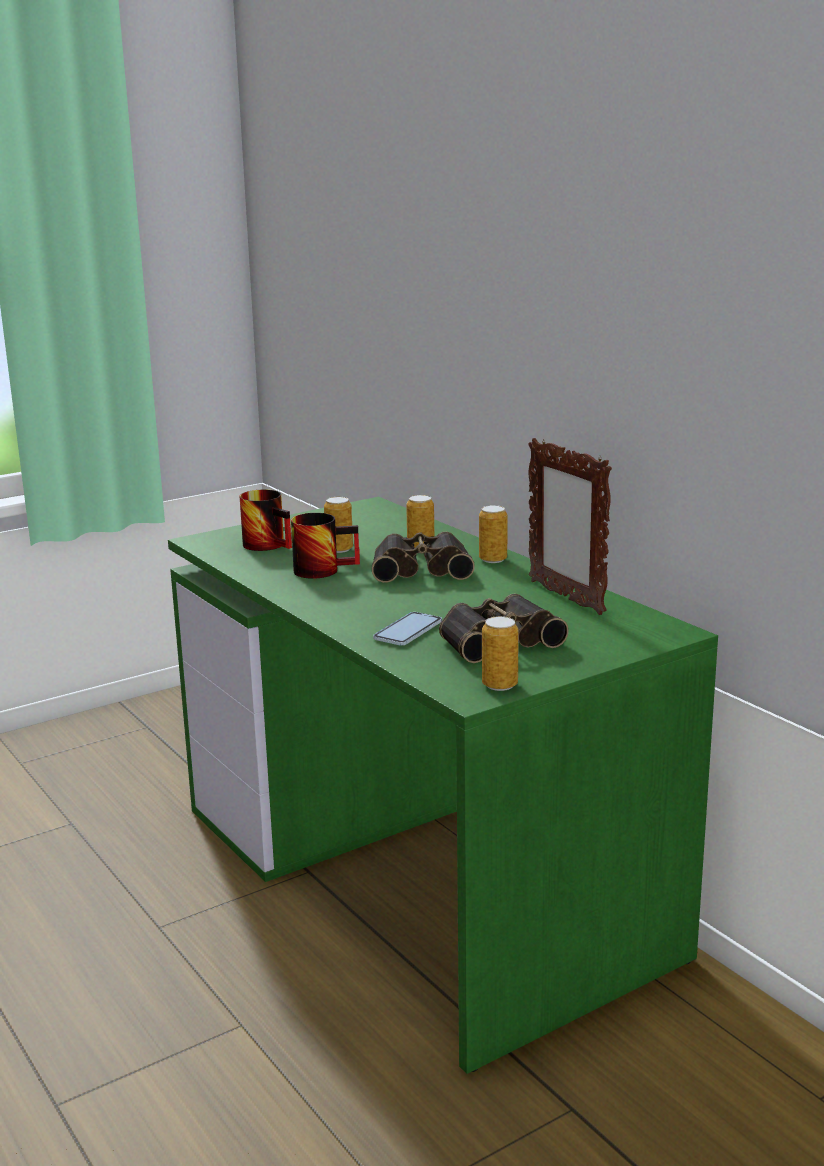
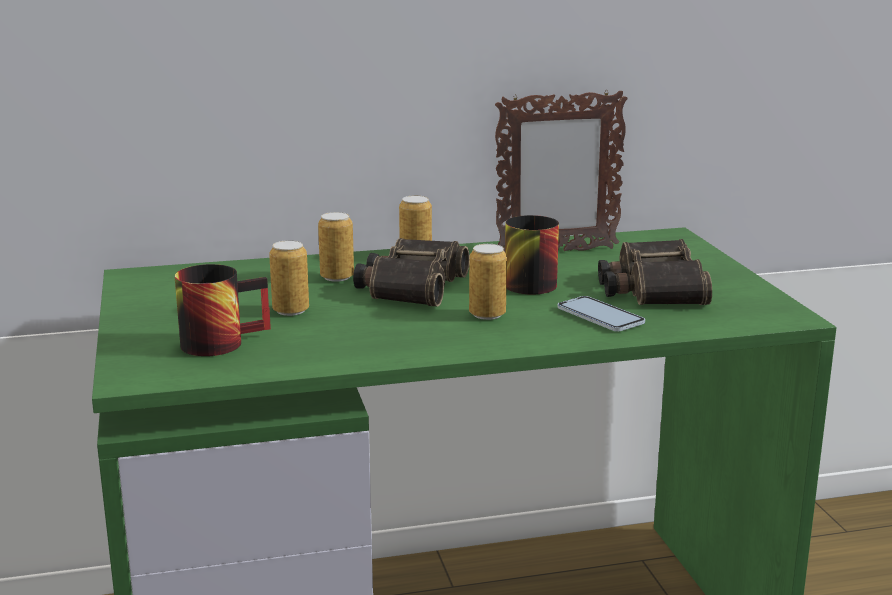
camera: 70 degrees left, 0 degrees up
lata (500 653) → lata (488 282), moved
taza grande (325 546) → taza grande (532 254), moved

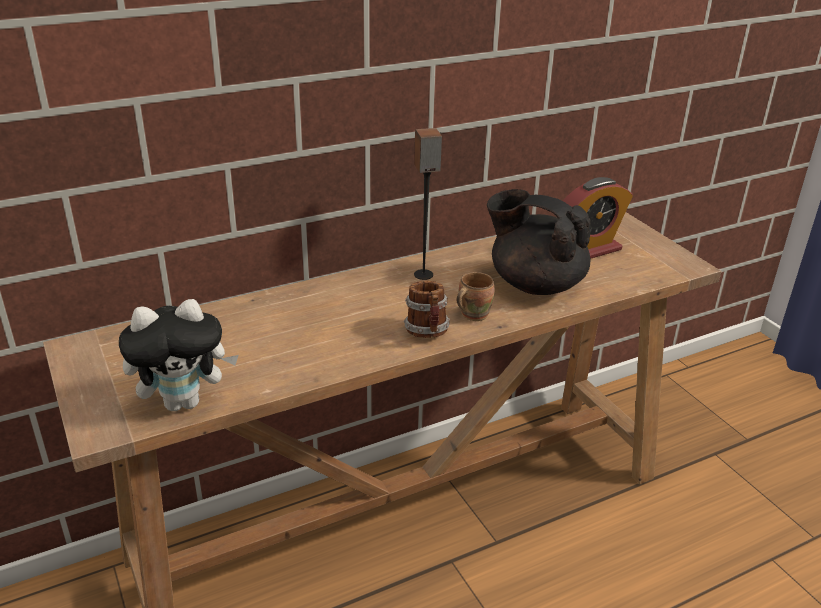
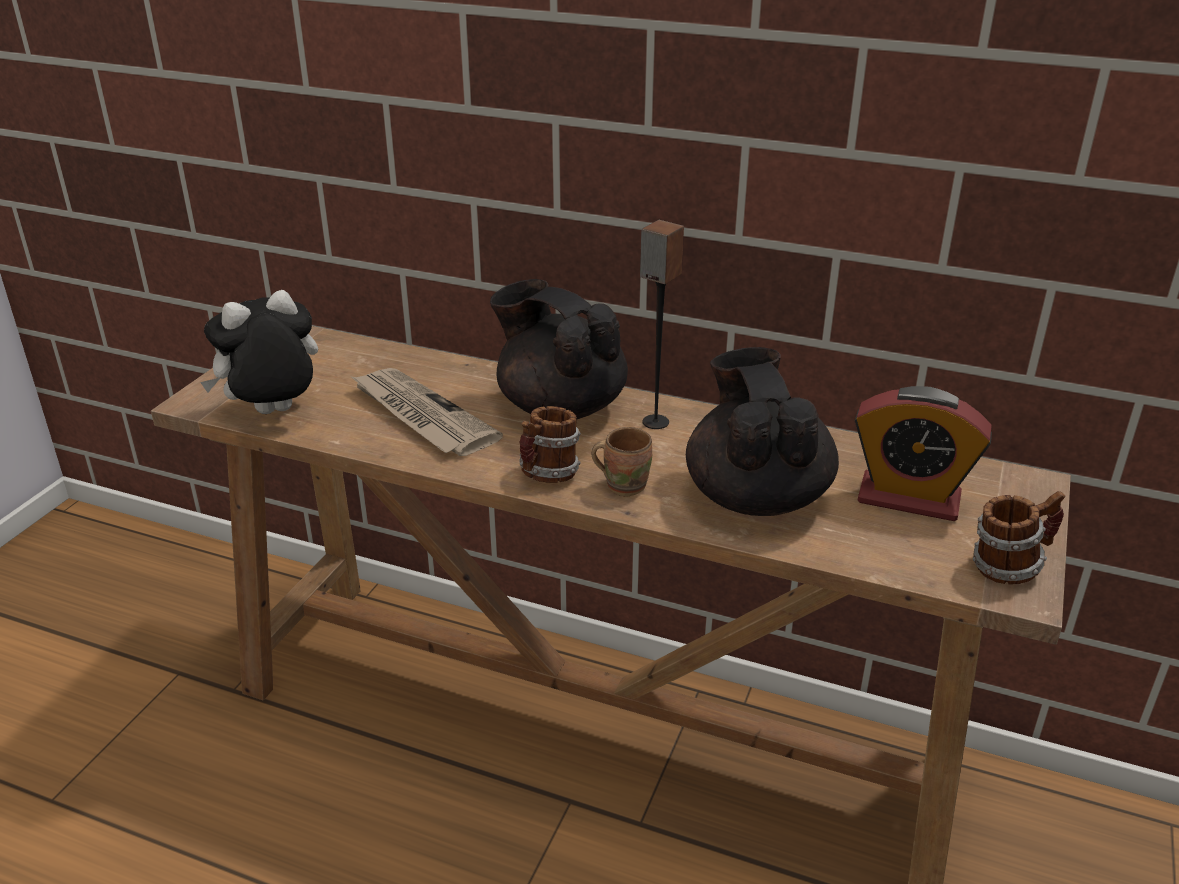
camera: 50 degrees right, 0 degrees up
peluche (178 355) → peluche (259 352), 120 degrees clockwise
- → periódico (426 412)
- → tetera/negro (559 349)
- → taza grande (1019 537)

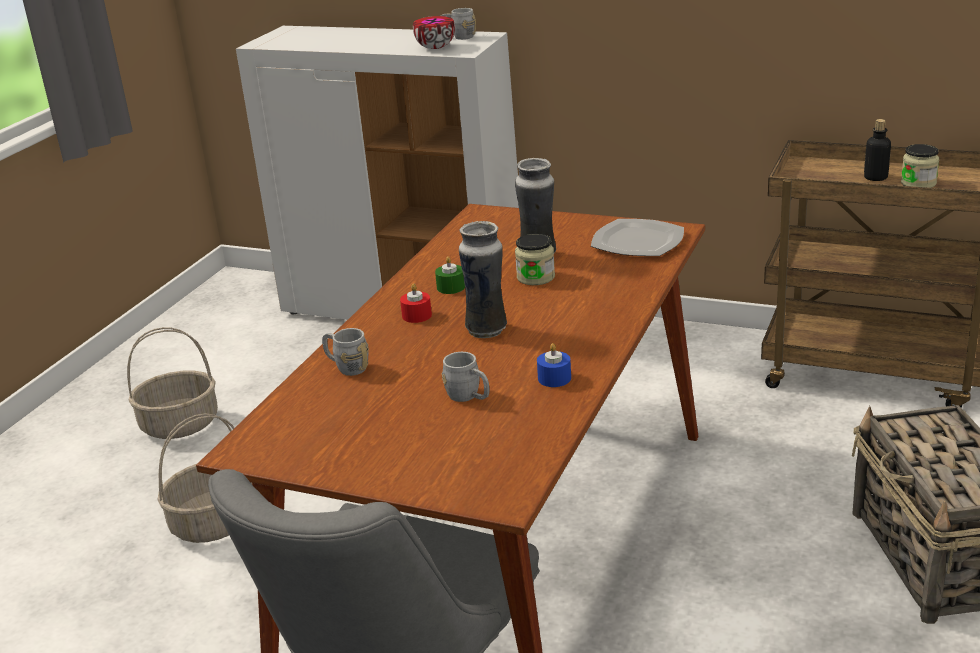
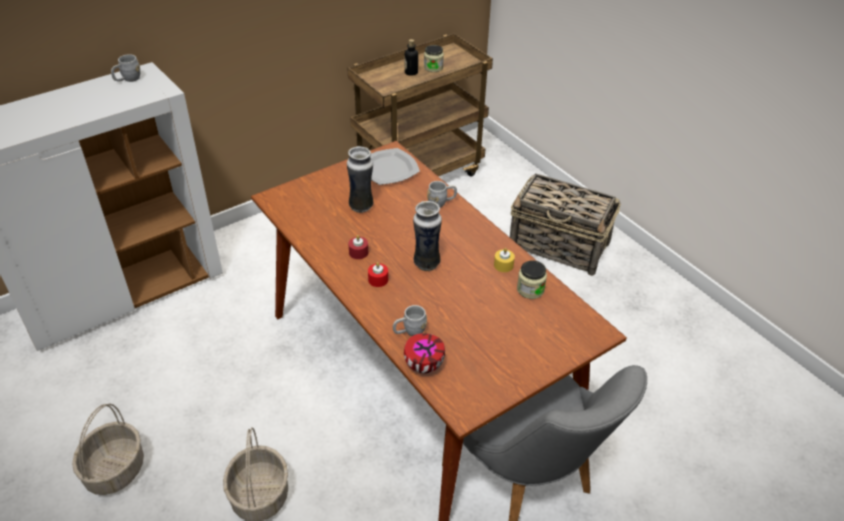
camera: 60 degrees left, 15 degrees up
vela/verde (450 275) → vela/rojo (358 247)
cuenco (434 32) → cuenco (424 353), moved
taza grande/gris (466 377) → taza grande/gris (442 194), moved
vela/azul (554 365) → vela/amarillo (504 260)
tarro (535 259) → tarro (532 279), moved

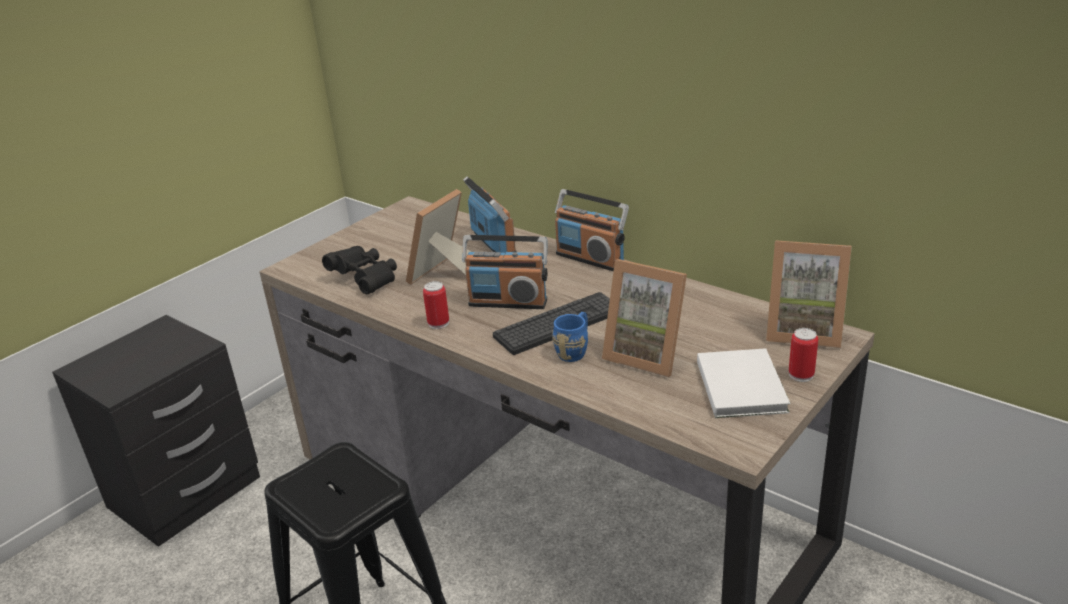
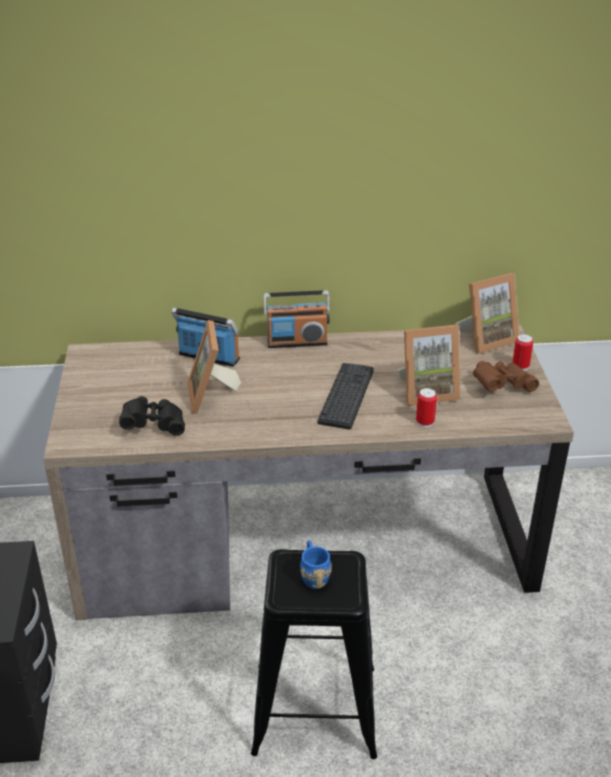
camera: 45 degrees left, 5 degrees up
taza grande/azul (570 337) → taza grande/azul (316 565), moved
lata (436 305) → lata (426 407), moved
libro/blanco (743 383) → prismáticos/marrón (506 376)
radio (504 272) → -

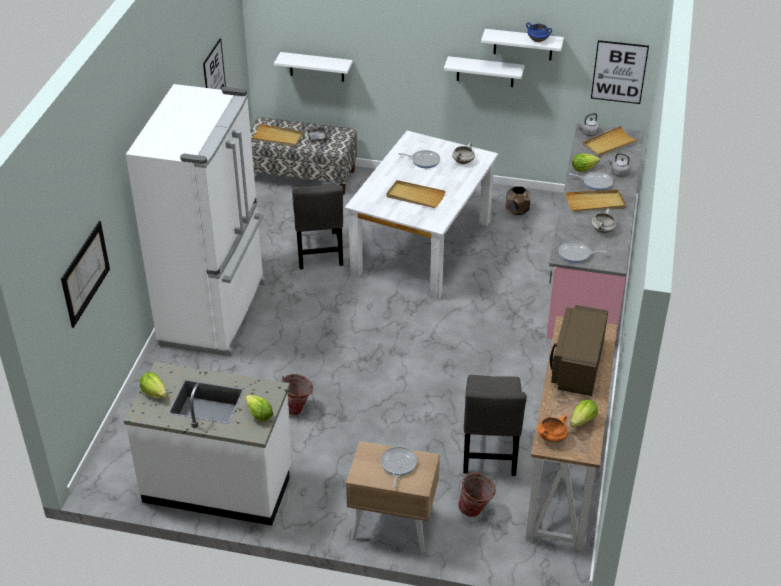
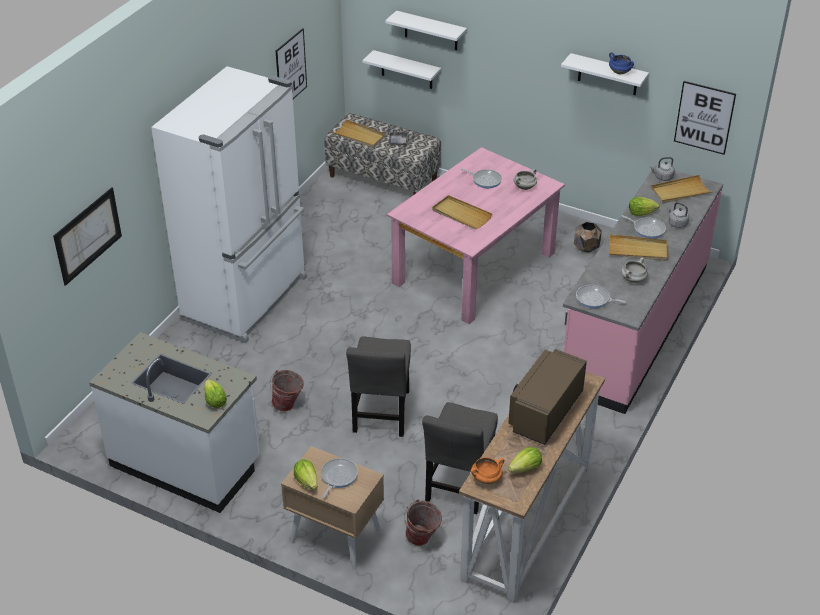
camera: 15 degrees right, 0 degrees up
lechuga (153 385) → lechuga (305 474), moved
silla/gris (317 226) → silla/gris (378 387), moved
estante/blanco (484 71) → estante/blanco (426 30), moved
mesa de comedor/blanco (421 215) → mesa de comedor/rosa (476 235)

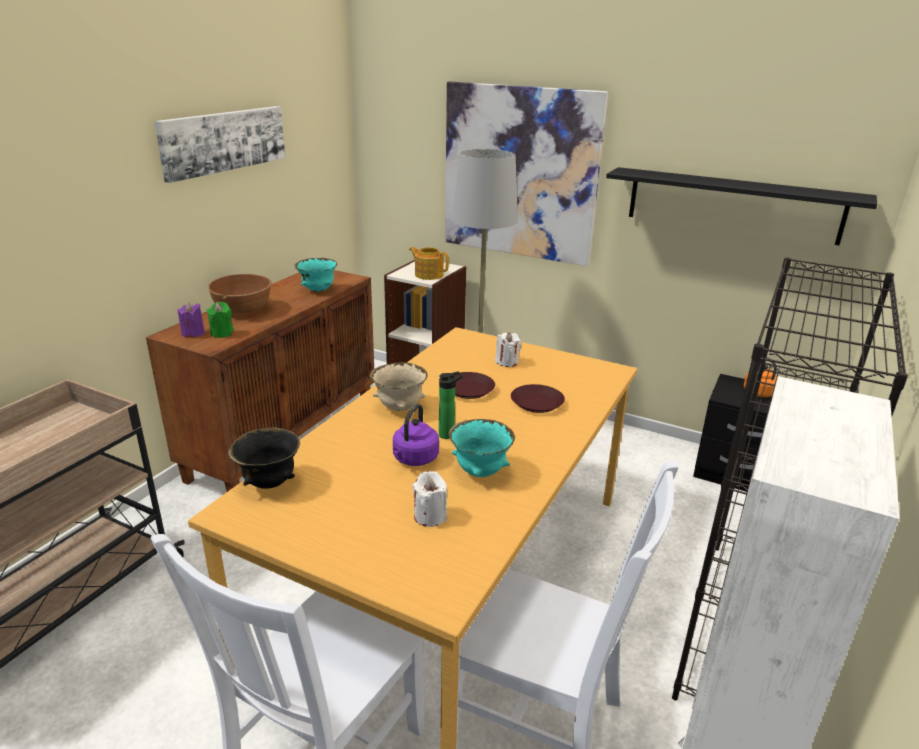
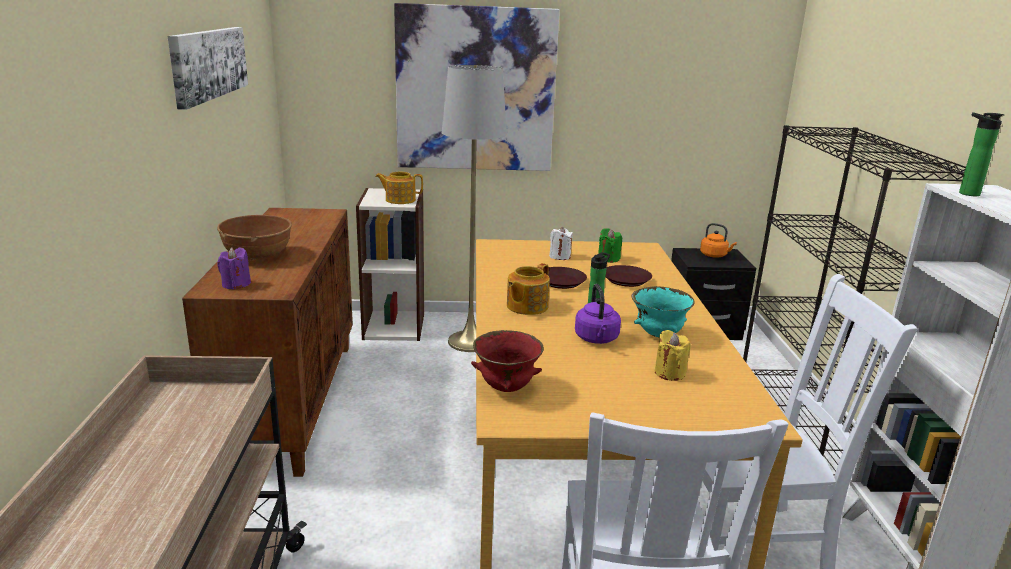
camera: 30 degrees left, 5 degrees down
cuenco/negro (264 458) → cuenco/rojo (507 361)
cuenco/beis (398 386) → tetera (528 289)
vela/verde (220 320) → vela/verde (610 245), moved
vela/blanco (429 499) → vela/amarillo (673 355)
- → botella (982 154)
cuenco/turquesa (315 275) → -
estante/negro (741 206) → -

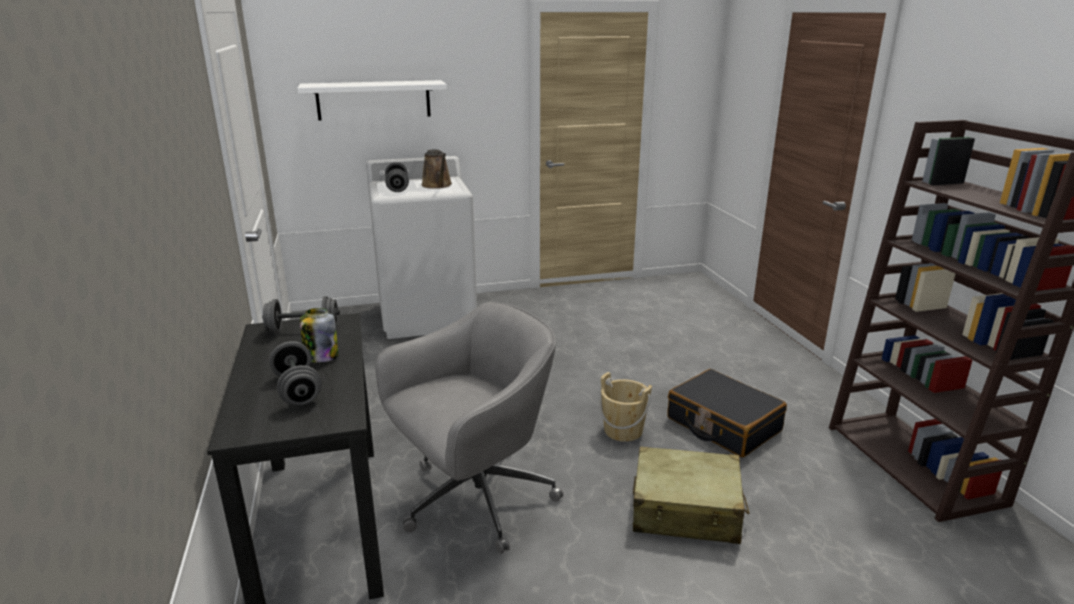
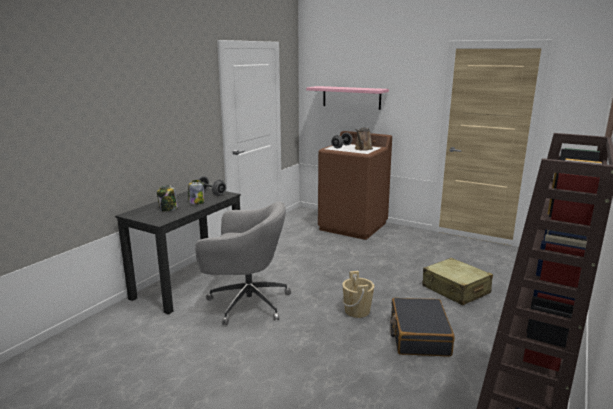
camera: 45 degrees right, 5 degrees down
mancuerna/gris (295 373) → tarro (167 198)
estante/blanco (372 100) → estante/rosa (347 98)
lavadora/blanco (421 247) → lavadora/marrón (355 185)
maleta/beis (691 495) → maleta/beis (458 281), moved

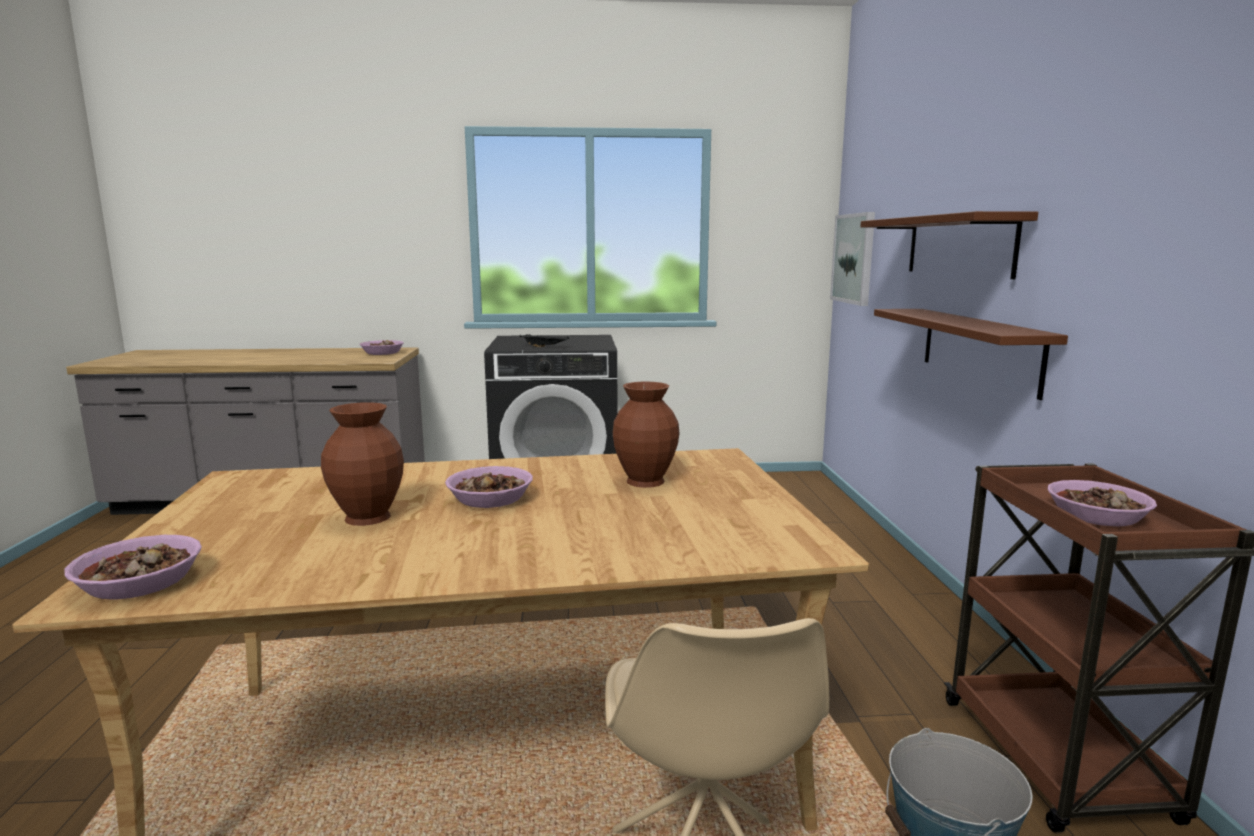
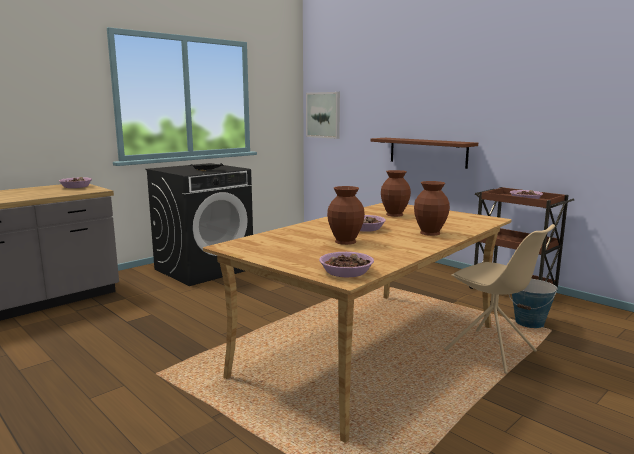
camera: 40 degrees left, 0 degrees up
- → florero/marrón (432 208)
estante/marrón (949 245) → -

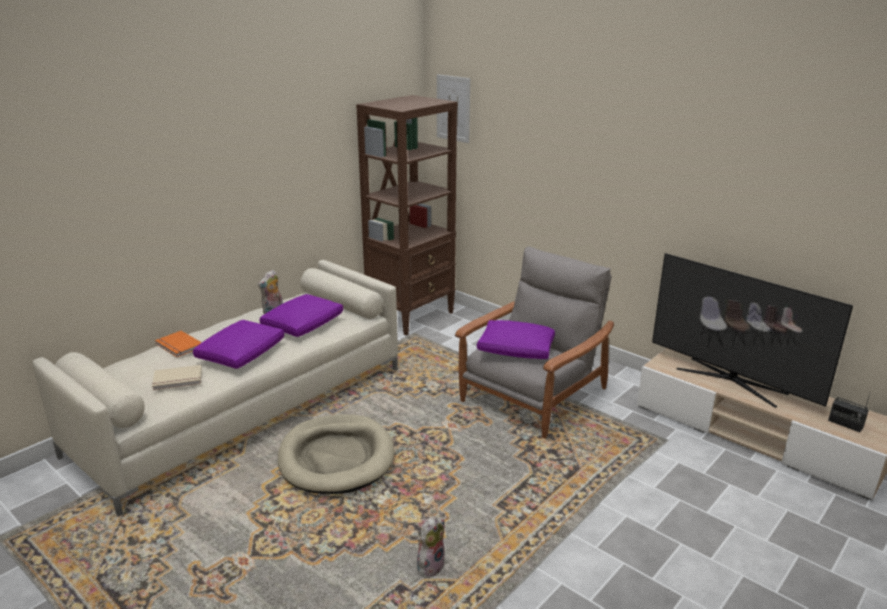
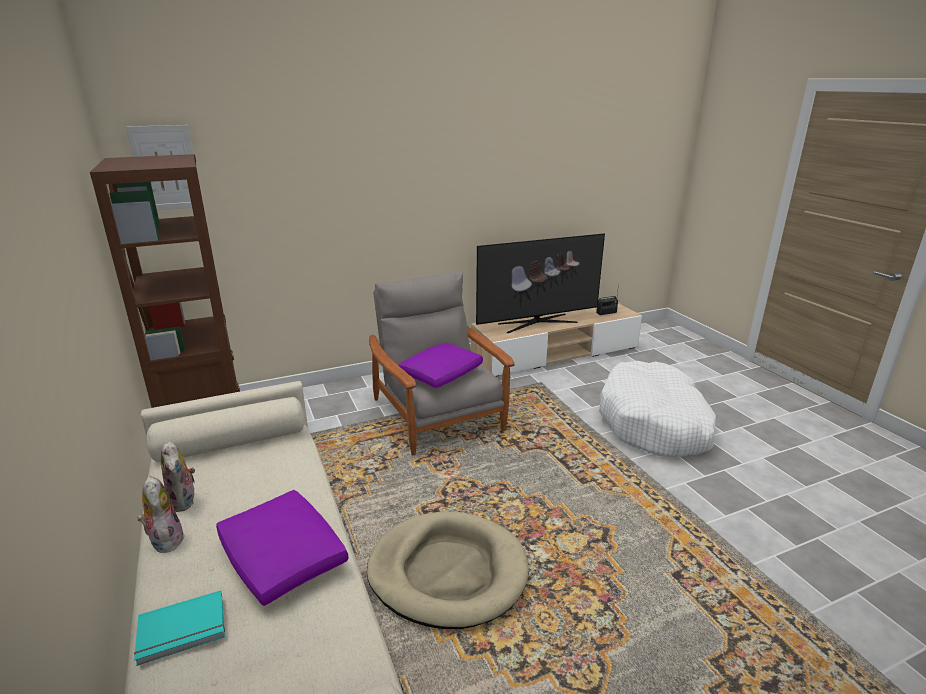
camera: 65 degrees left, 0 degrees up
libro/naranja (178 344) → libro/turquesa (179 628)
peluche (431 548) → peluche (160 514), moved
- → cama para perro/blanco (657 409)
libro/beis (177 377) → -
cojín/morado (301 315) → -

